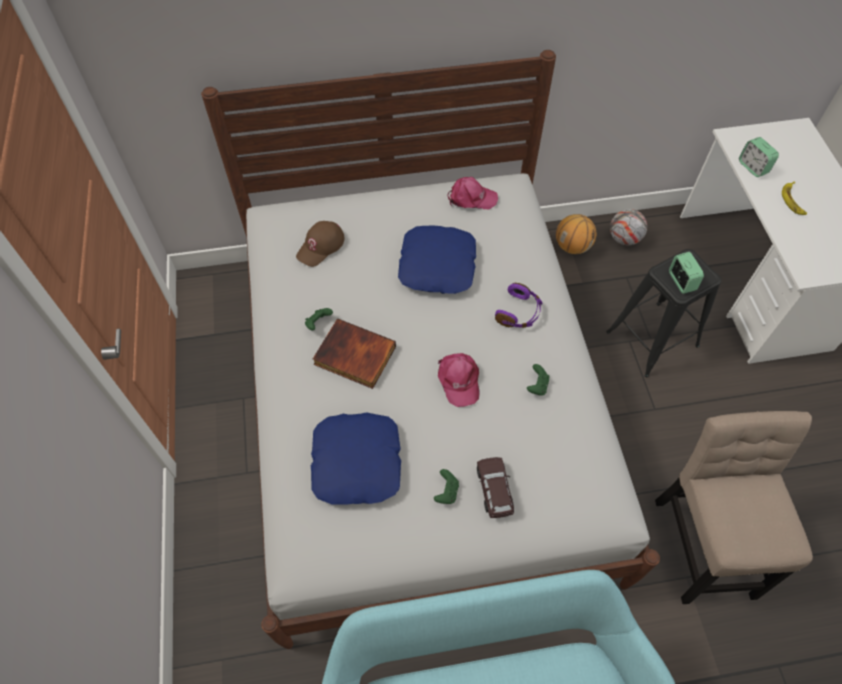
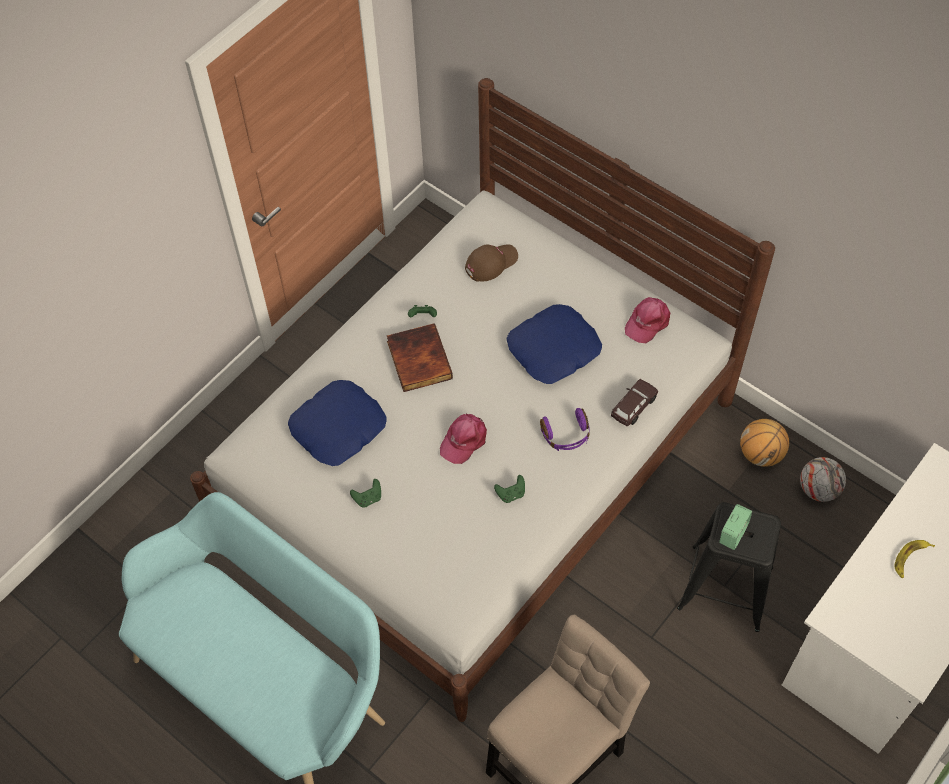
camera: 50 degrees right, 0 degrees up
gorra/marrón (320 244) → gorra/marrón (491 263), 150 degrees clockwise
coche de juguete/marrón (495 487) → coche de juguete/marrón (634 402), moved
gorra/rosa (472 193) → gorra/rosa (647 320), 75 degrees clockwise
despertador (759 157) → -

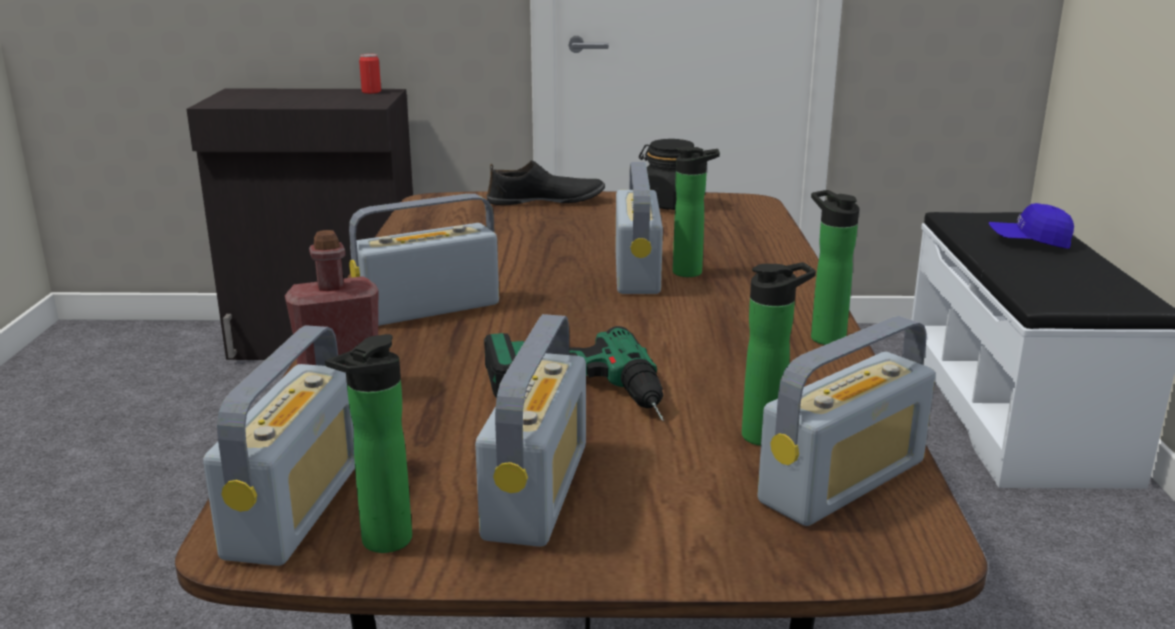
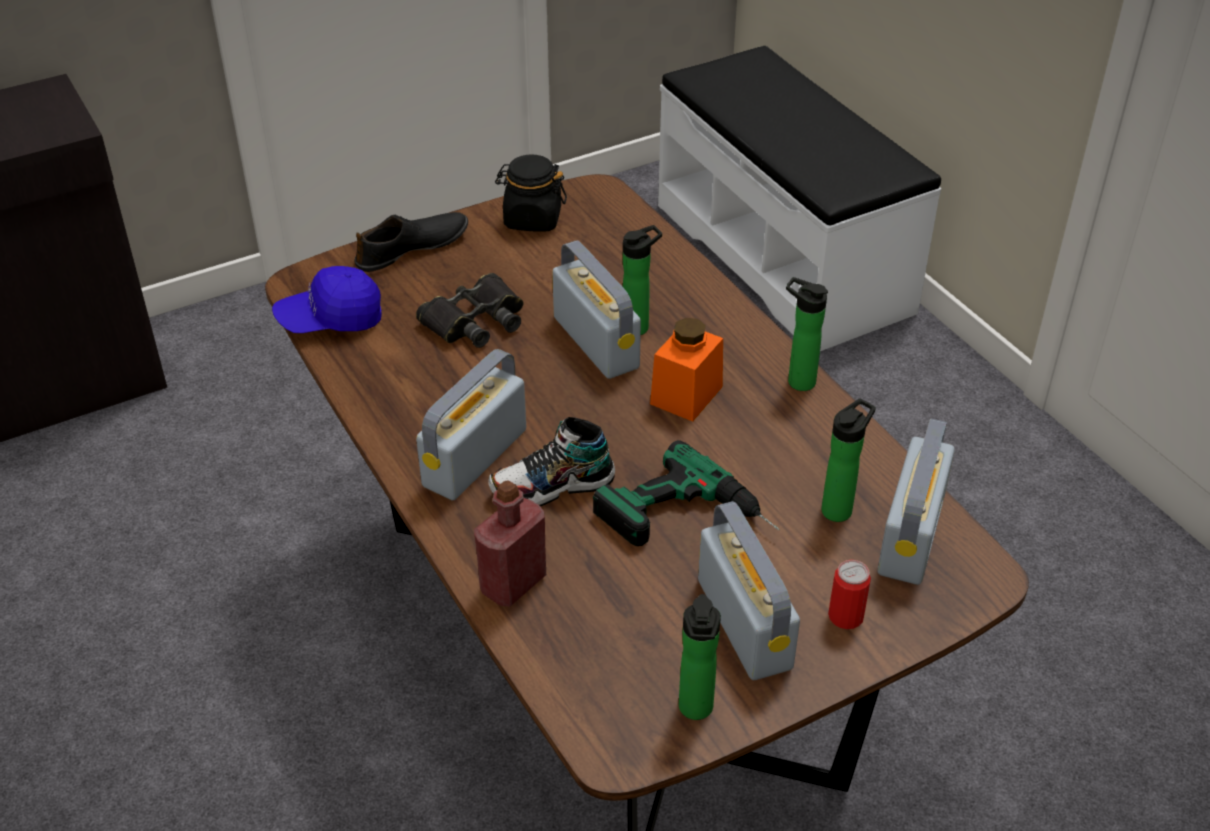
camera: 30 degrees left, 20 degrees up
gorra/azul (1031 226) → gorra/azul (327 299), moved
- → prismáticos/negro (469 310)
- → zapato (551 461)
- → tarro/naranja (686 370)
lata (370 74) → lata (849 594), moved
radio (279 445) → -

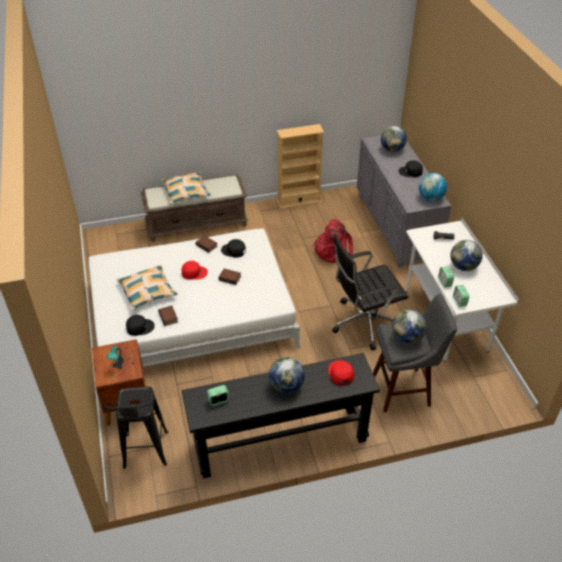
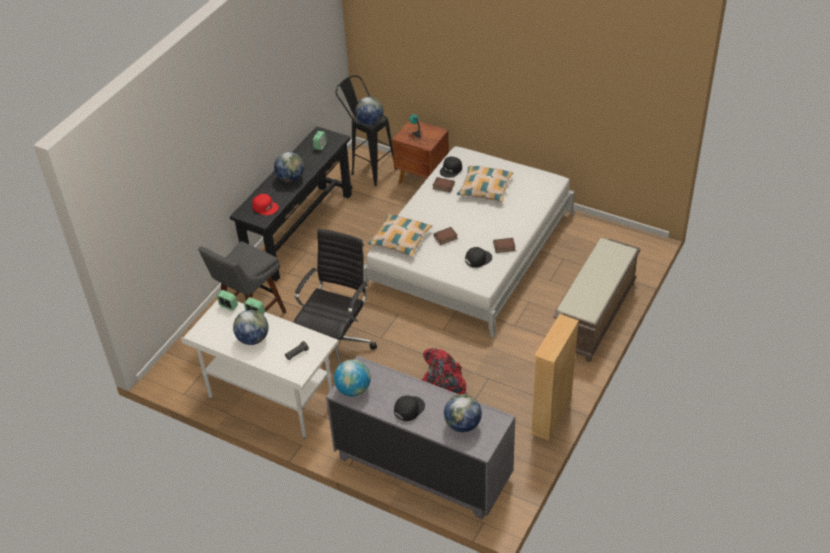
camera: 135 degrees right, 0 degrees up
globo terráqueo (409 327) → globo terráqueo (369 111), moved
cojín (186 188) → cojín (400 235), moved
gorra/rojo (195 270) → -

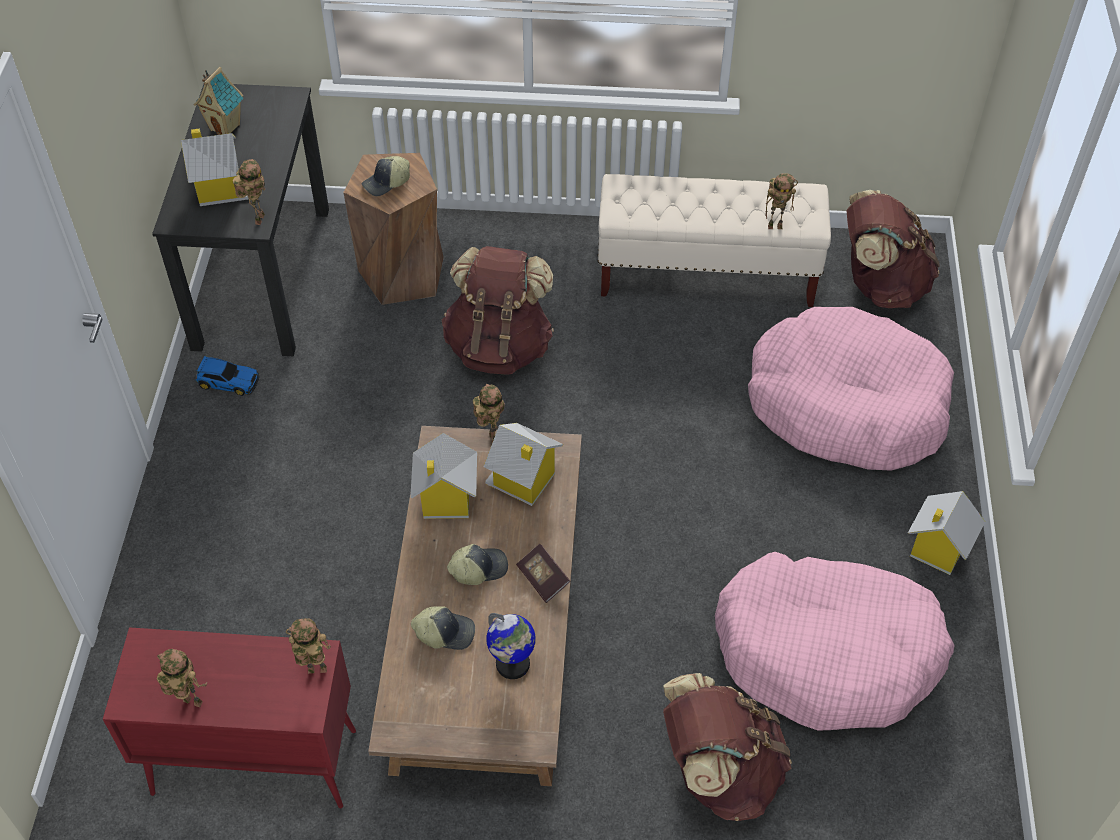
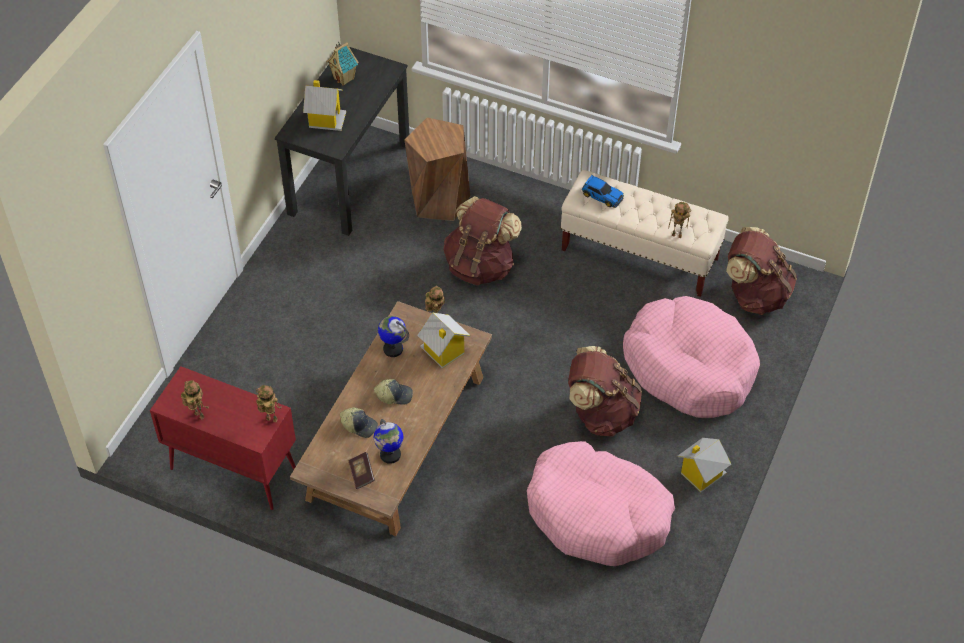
camera: 20 degrees right, 0 degrees up
libro (543 573) → libro (361 470), moved
casita (443 476) → globo terráqueo (393 336)
mochila/marrón (727 747) → mochila/marrón (605 391), moved
coche de juguete (227 376) → coche de juguete (603 191), moved
robot de juguete (249 192) → -
gorra (386 176) → -

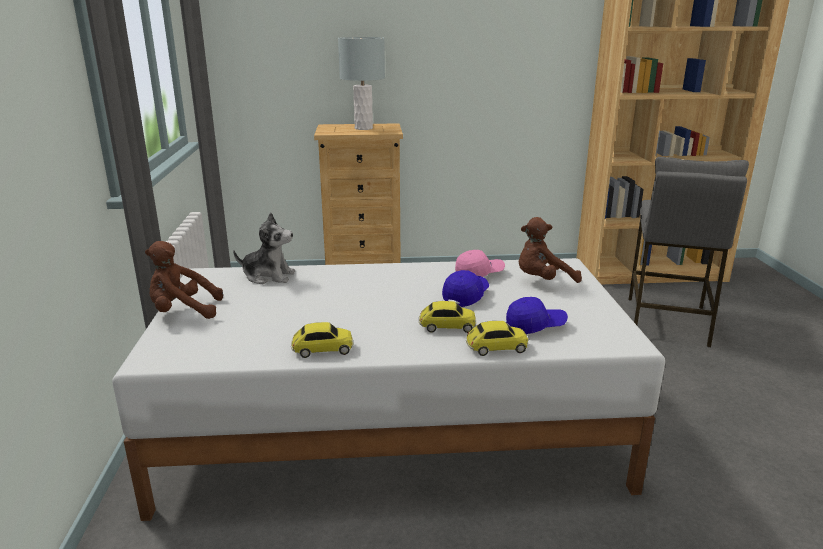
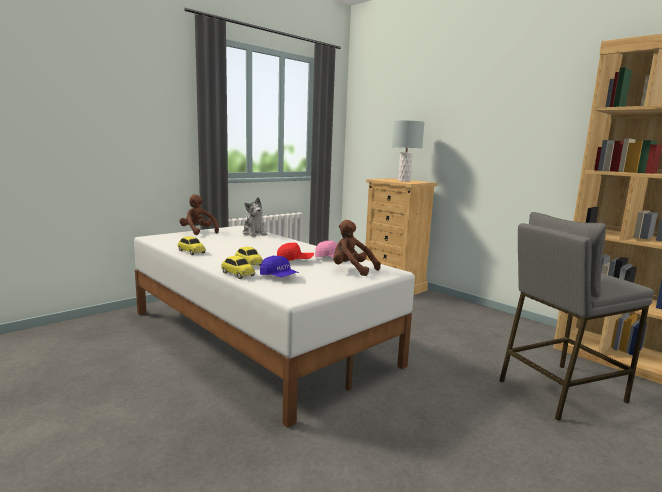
camera: 50 degrees right, 10 degrees down
gorra/azul (465 288) → gorra/rojo (295 252)

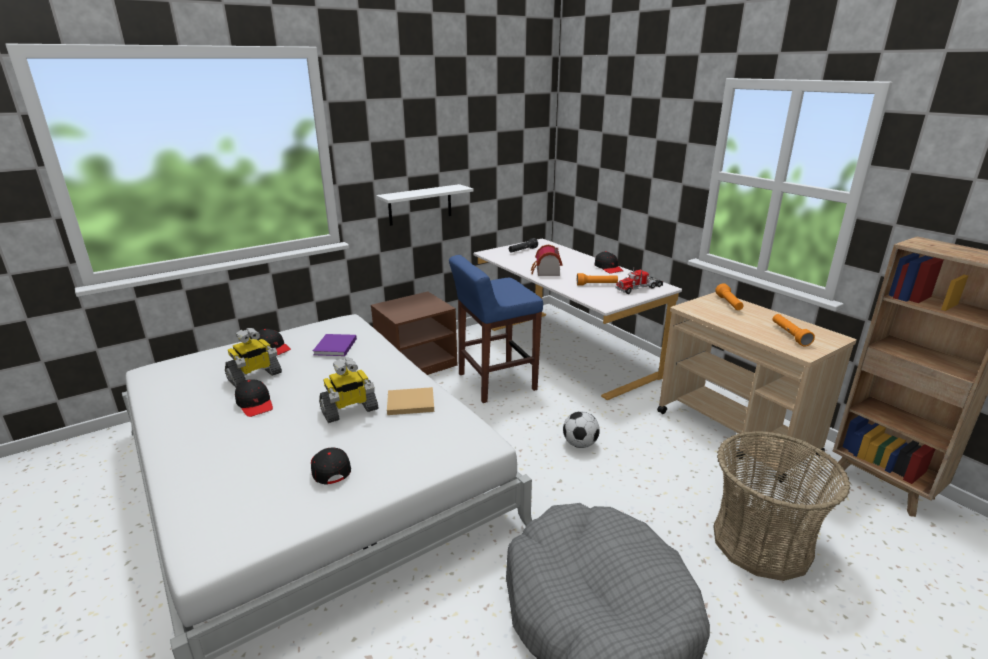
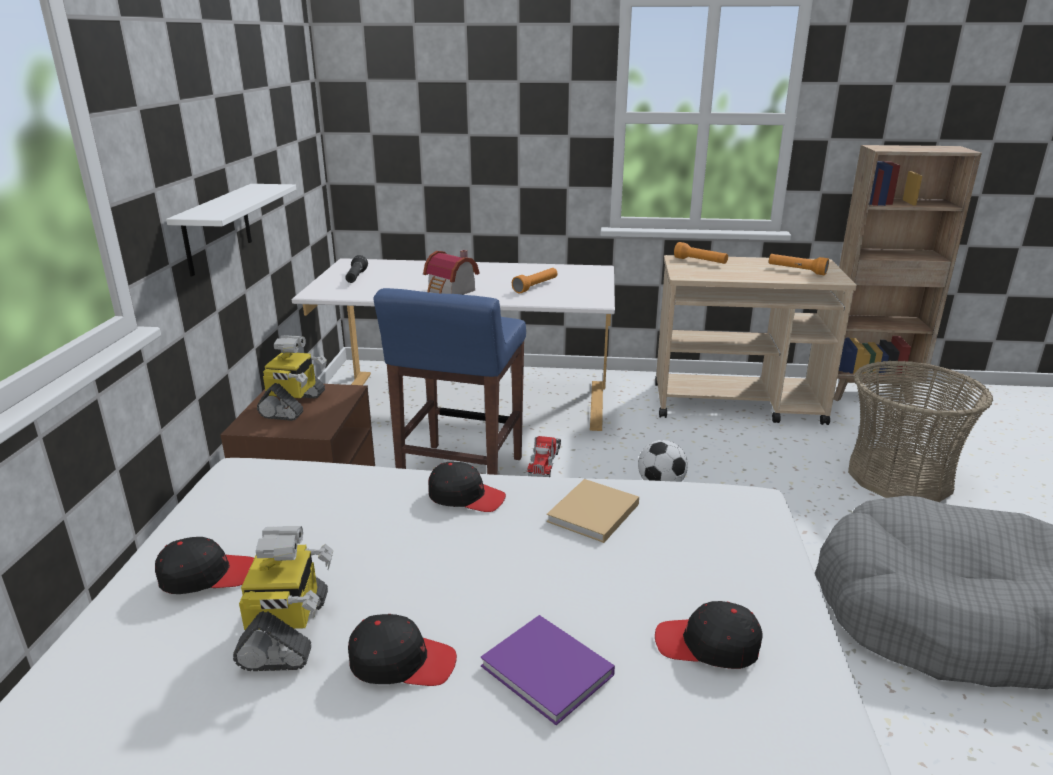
camera: 50 degrees left, 0 degrees up
robot de juguete (348 390) → robot de juguete (292 378), moved
gorra/negro (609 262) → gorra/negro (467 487), moved
libro/morado (335 345) → libro/morado (547 670), moved
camión de juguete (639 280) → camión de juguete (544 456), moved

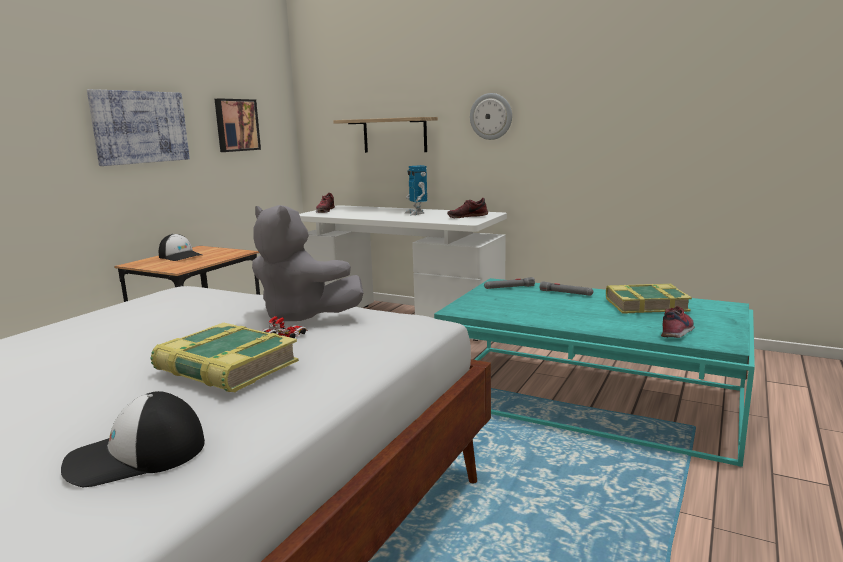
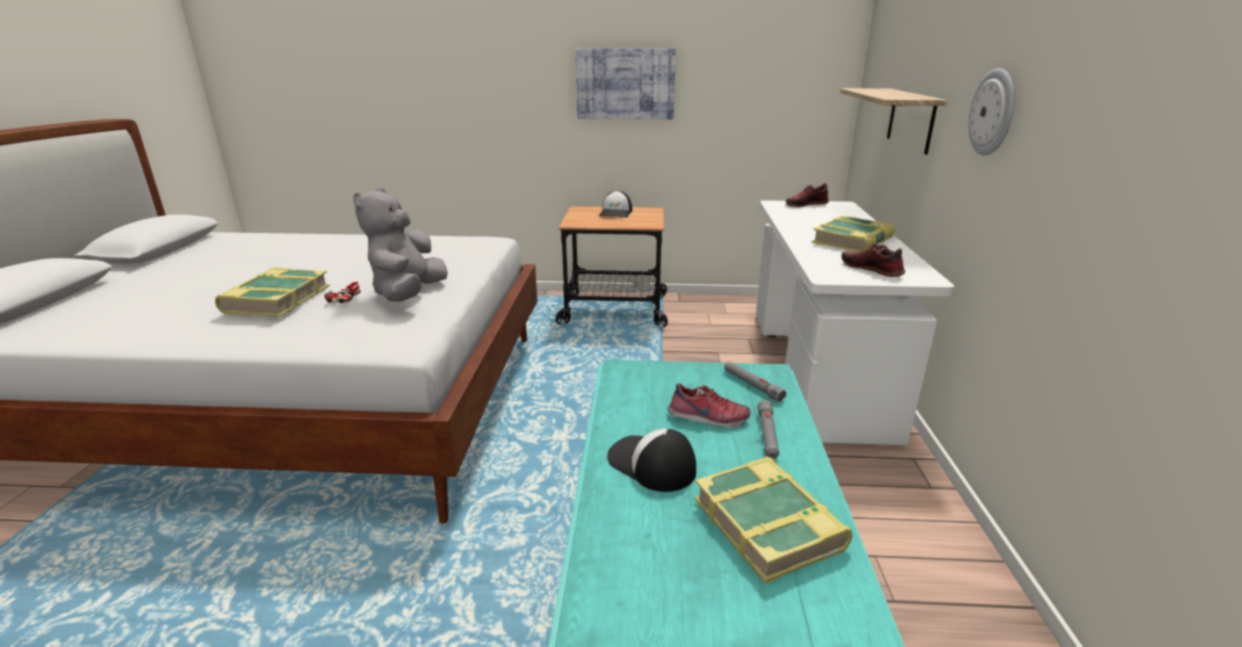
camera: 65 degrees right, 10 degrees up
gorra (133 439) → gorra (651 460), moved
zapato (678 322) → zapato (709 405), moved
robot de juguete (416 190) → libro (853 233)
cuadro (238 125) → -

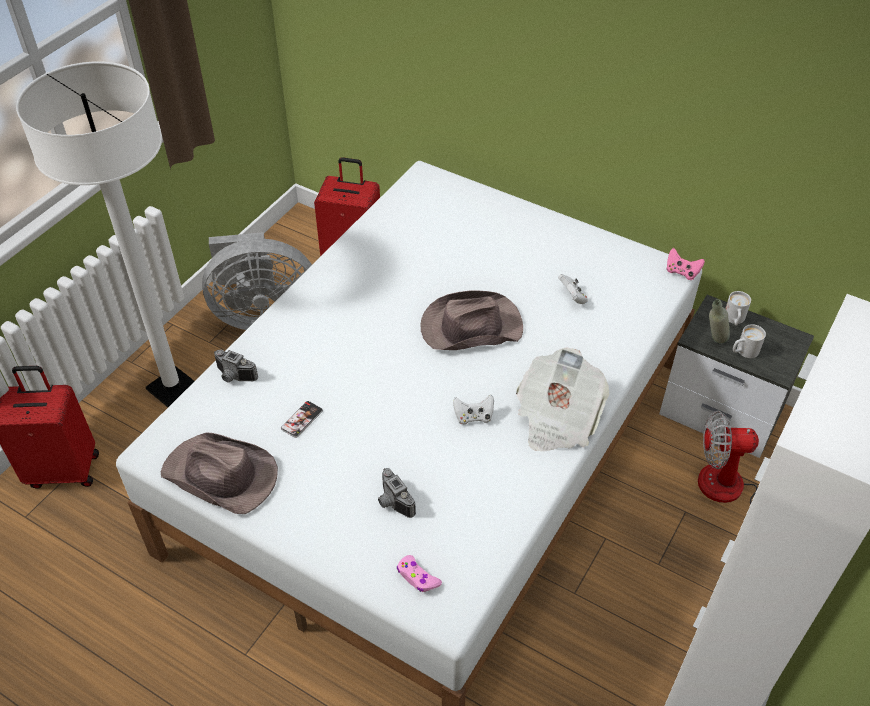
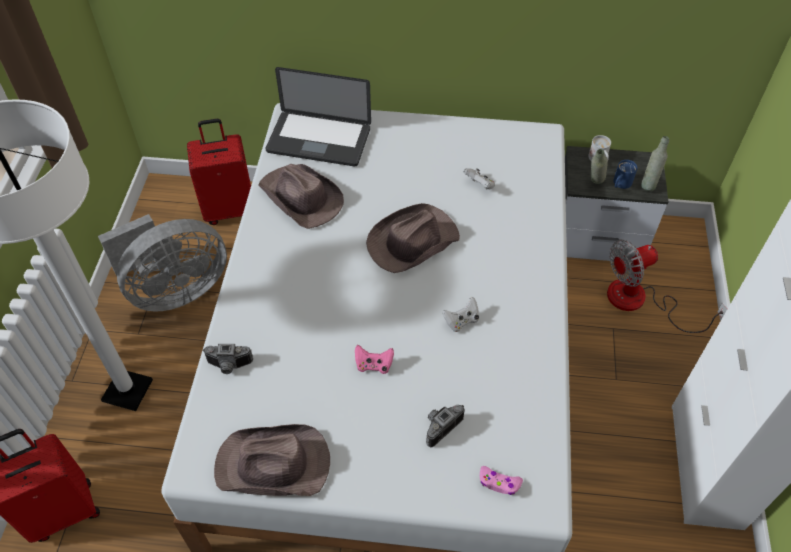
camera: 25 degrees left, 5 degrees up
- → sombrero/marrón (301 196)
- → portátil (318 116)
mando de consola/rosa (686 264) → mando de consola/rosa (374 359), moved
cámara (397 493) → cámara (445 426), 105 degrees clockwise
taza grande/blanco (749 341) → taza grande/azul (625 174)
- → botella/gris (655 163)
móvil (302 419) → -
periódico (562 400) → -

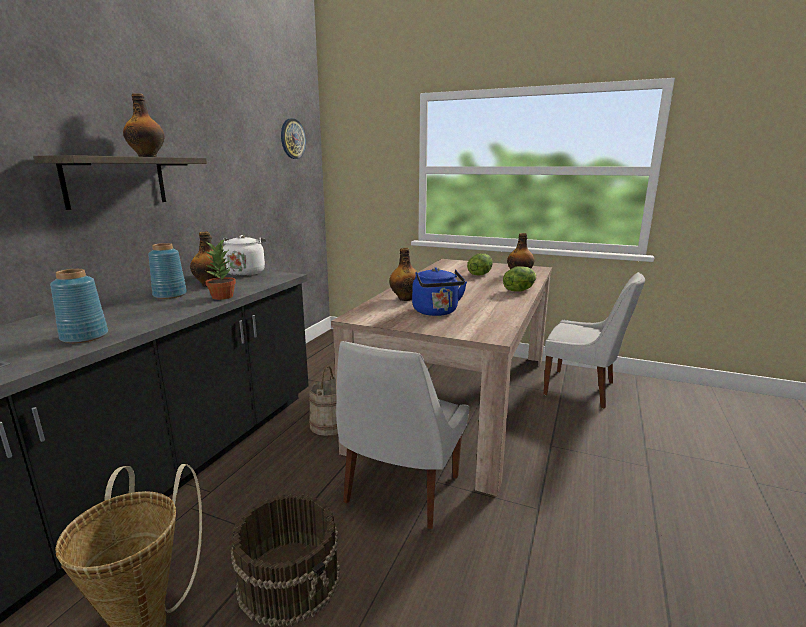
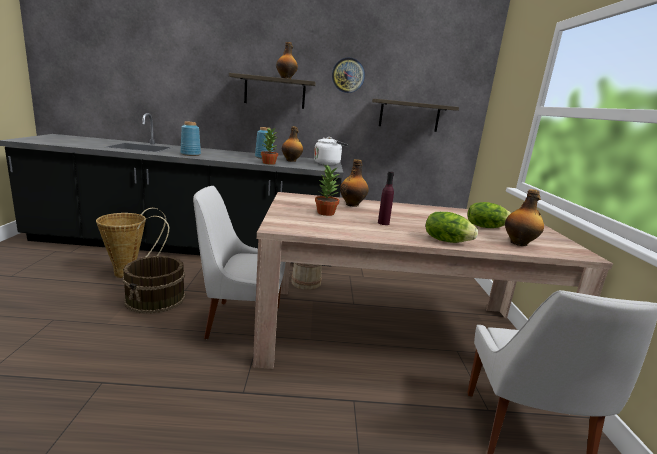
camera: 65 degrees right, 0 degrees up
hervidor/azul (439 291) → planta en maceta (327 190)
reloj de pared (293 138) → reloj de pared (348 75), moved
- → estante (415 115)
- → botella/morado (386 198)

